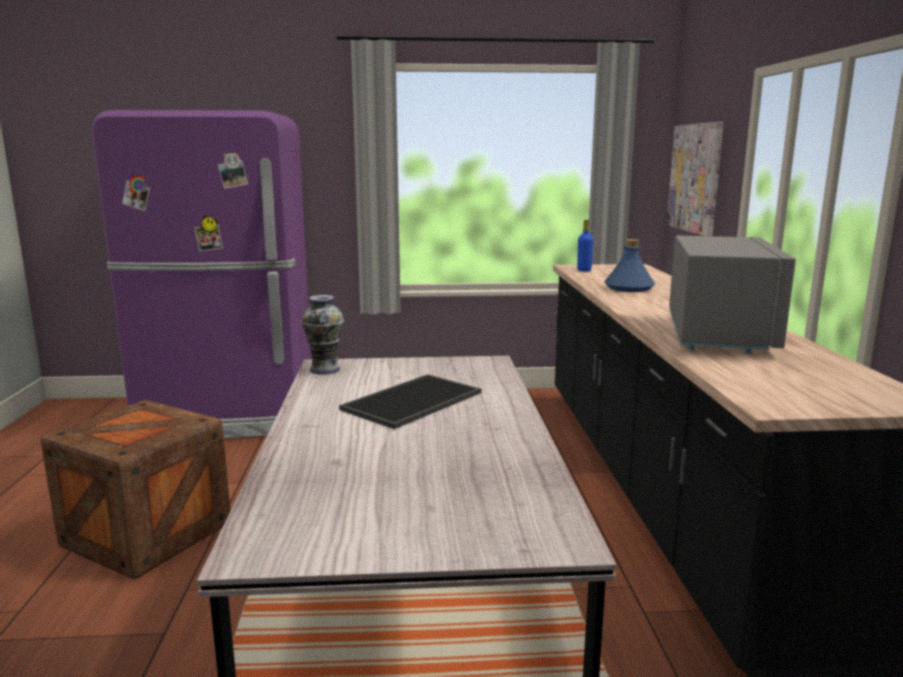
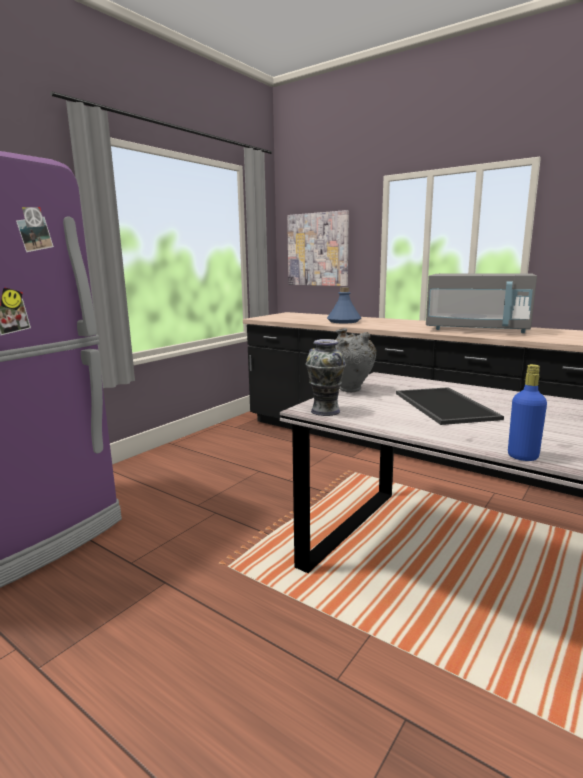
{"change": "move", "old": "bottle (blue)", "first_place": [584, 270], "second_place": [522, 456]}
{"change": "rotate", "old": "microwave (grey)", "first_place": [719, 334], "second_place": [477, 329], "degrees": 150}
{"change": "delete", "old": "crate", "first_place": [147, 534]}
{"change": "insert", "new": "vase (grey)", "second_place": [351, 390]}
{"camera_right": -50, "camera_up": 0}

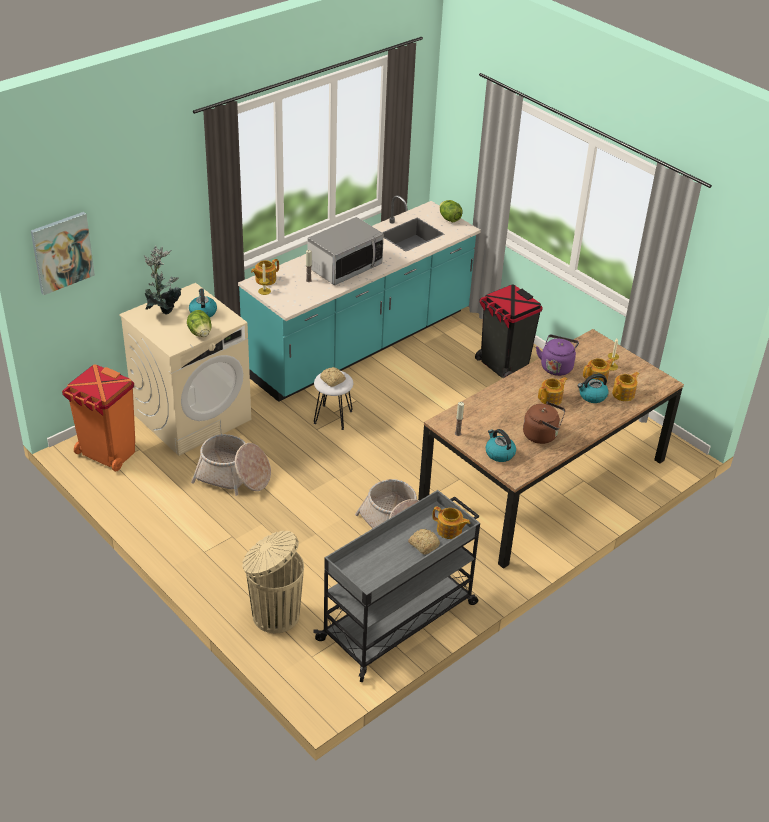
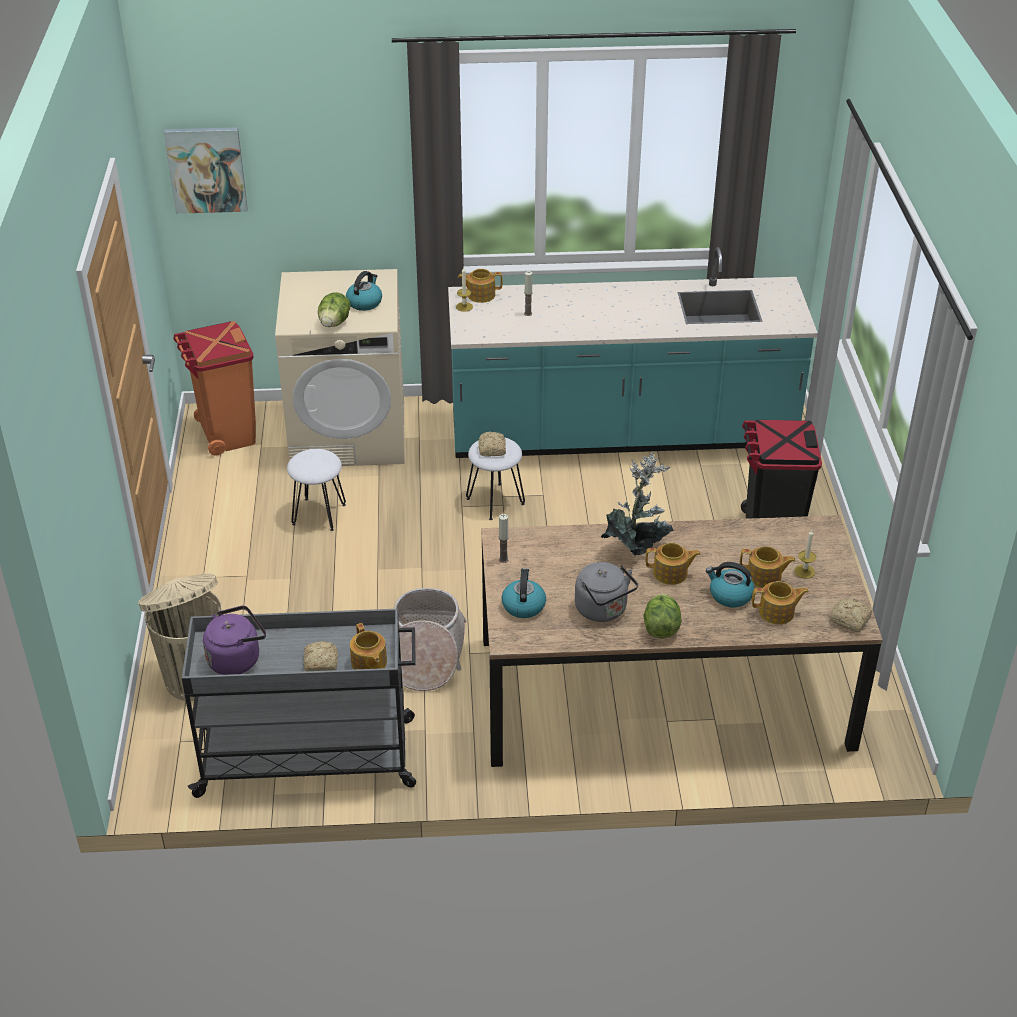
{"change": "move", "old": "lettuce", "first_place": [449, 219], "second_place": [661, 628]}
{"change": "delete", "old": "microwave", "first_place": [344, 267]}
{"change": "move", "old": "potted plant", "first_place": [163, 310], "second_place": [636, 546]}
{"change": "move", "old": "kettle (purple)", "first_place": [556, 366], "second_place": [237, 659]}
{"change": "recolor", "old": "kettle (brown)", "new": "kettle (grey)", "first_place": [542, 435], "second_place": [603, 610]}
{"change": "replace", "old": "basket", "new": "stool (white)", "first_place": [233, 476], "second_place": [318, 514]}
{"change": "insert", "new": "bread", "second_place": [850, 621]}
{"camera_right": 40, "camera_up": 0}

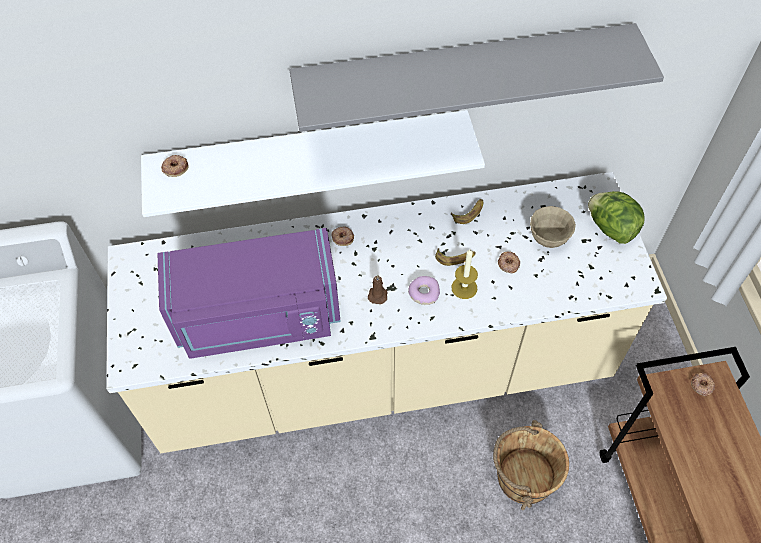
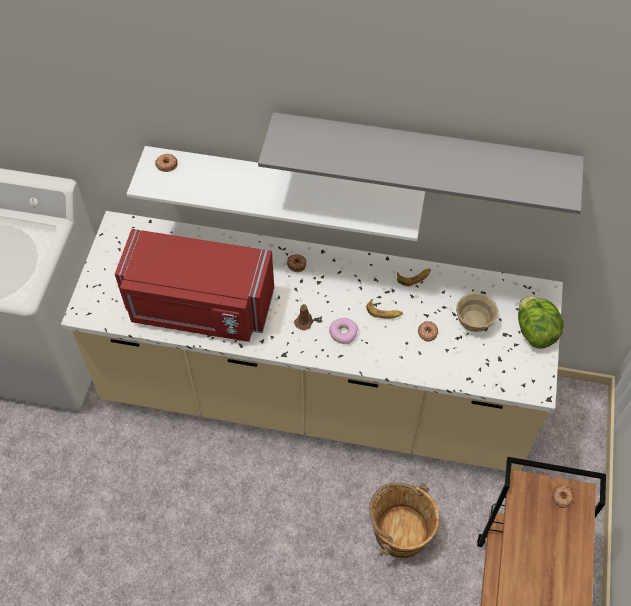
{"change": "recolor", "old": "microwave (purple)", "new": "microwave (red)", "first_place": [258, 318], "second_place": [199, 308]}
{"change": "delete", "old": "candle", "first_place": [464, 288]}
{"camera_right": 20, "camera_up": 0}

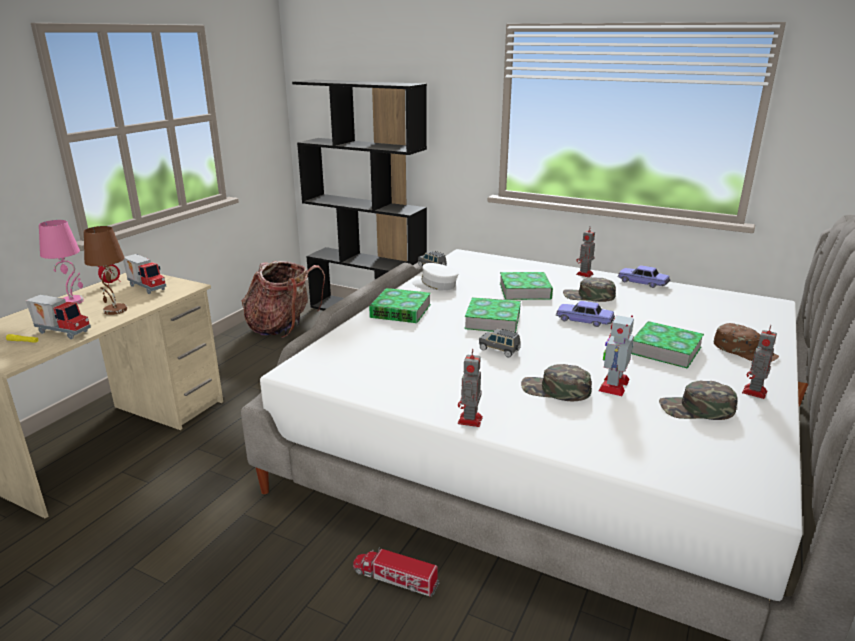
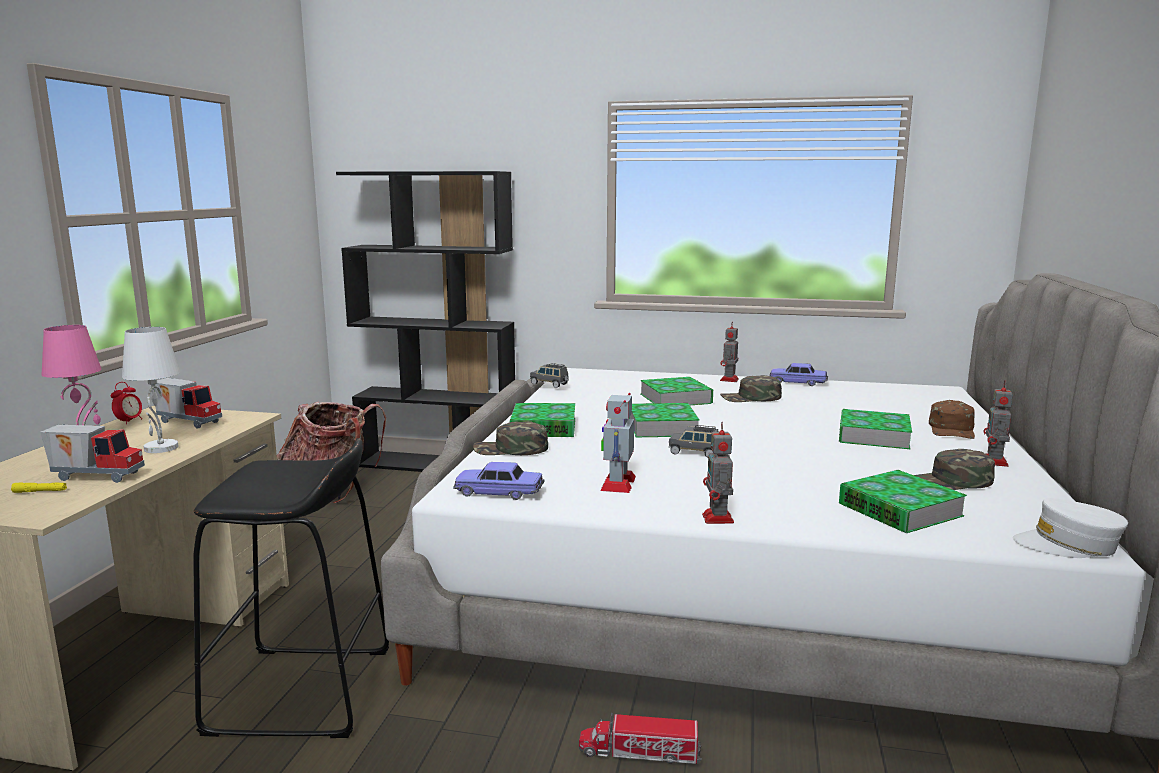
{"change": "recolor", "old": "table lamp (brown)", "new": "table lamp (white)", "first_place": [115, 310], "second_place": [161, 448]}
{"change": "move", "old": "cap (white)", "first_place": [435, 285], "second_place": [1068, 545]}
{"change": "move", "old": "toy car", "first_place": [584, 320], "second_place": [499, 492]}
{"change": "move", "old": "toy robot", "first_place": [613, 385], "second_place": [618, 483]}
{"change": "rotate", "old": "cap (brown)", "first_place": [744, 350], "second_place": [952, 429], "degrees": 75}
{"change": "move", "old": "cap (green)", "first_place": [555, 390], "second_place": [510, 449]}
{"change": "insert", "new": "stool (black)", "second_place": [301, 691]}
{"change": "insert", "new": "book", "second_place": [900, 510]}
{"camera_right": -15, "camera_up": -10}

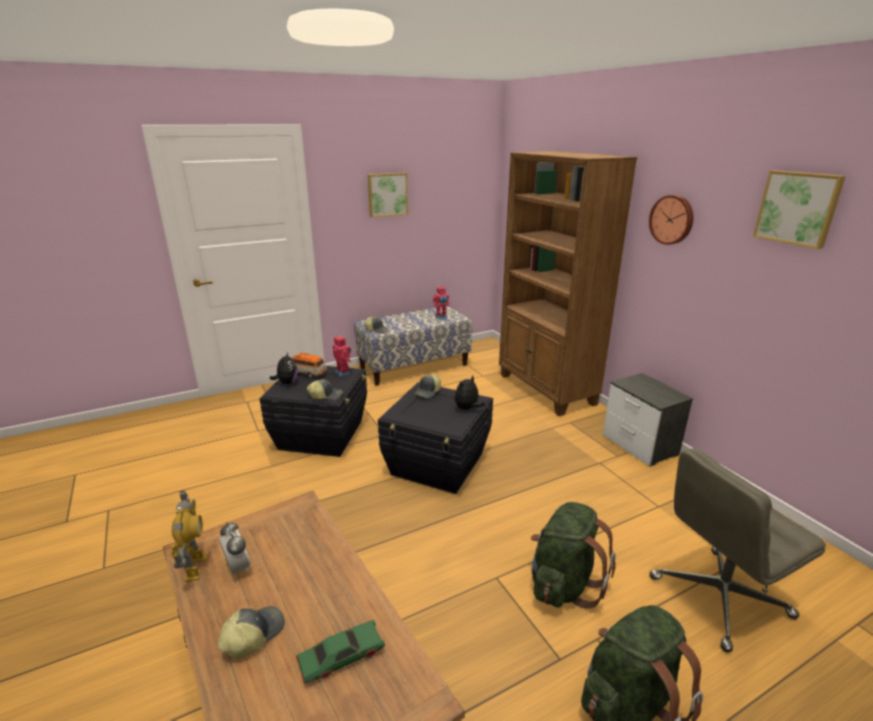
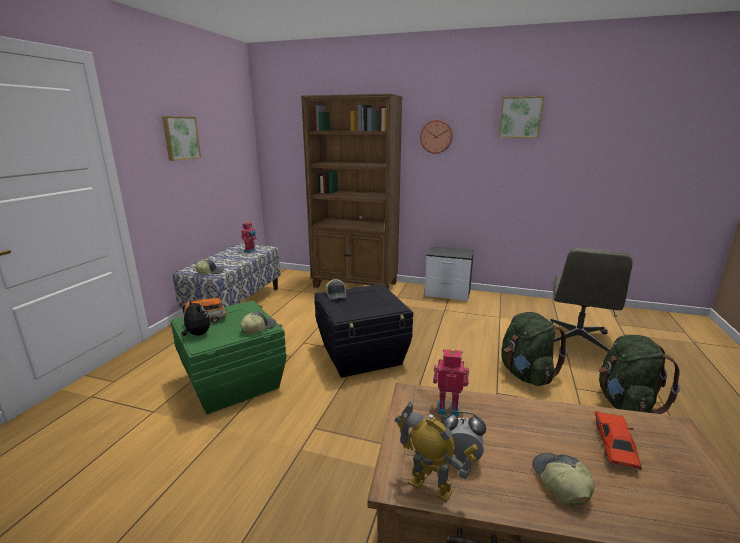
{"change": "move", "old": "toy robot", "first_place": [343, 373], "second_place": [448, 408]}
{"change": "recolor", "old": "storage box (black)", "new": "storage box (green)", "first_place": [322, 435], "second_place": [234, 382]}
{"change": "delete", "old": "plush toy", "first_place": [467, 408]}
{"change": "recolor", "old": "toy car (green)", "new": "toy car (red)", "first_place": [341, 657], "second_place": [614, 445]}
{"camera_right": -45, "camera_up": -5}

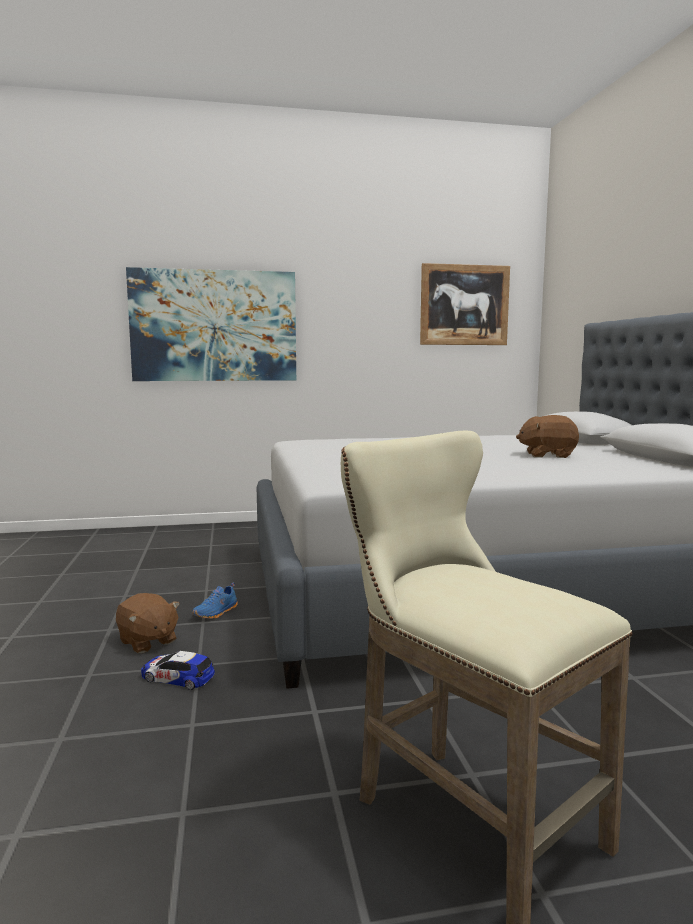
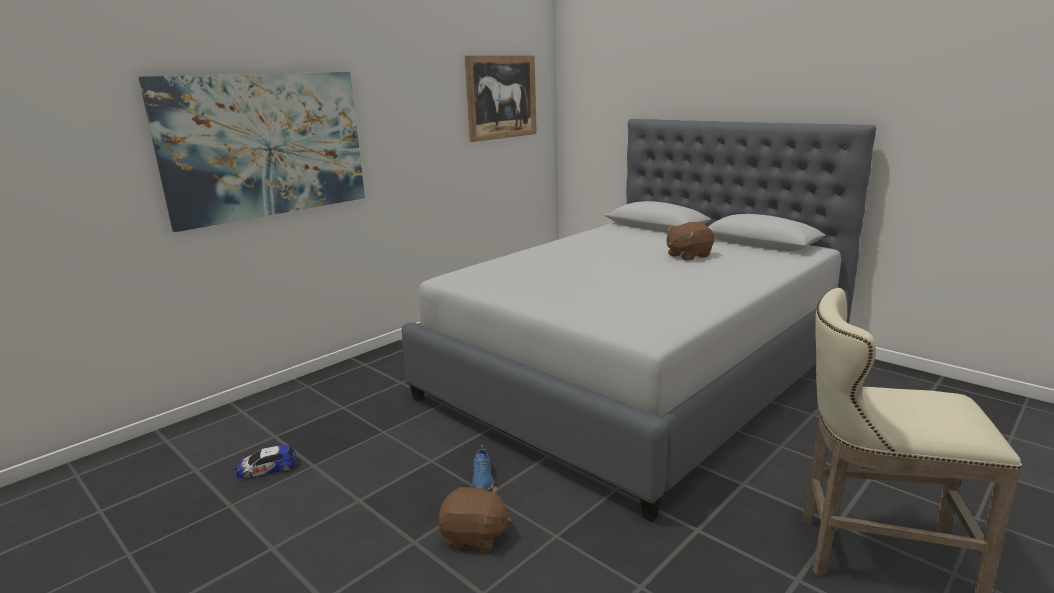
{"change": "move", "old": "toy car", "first_place": [177, 677], "second_place": [266, 468]}
{"camera_right": -35, "camera_up": 10}

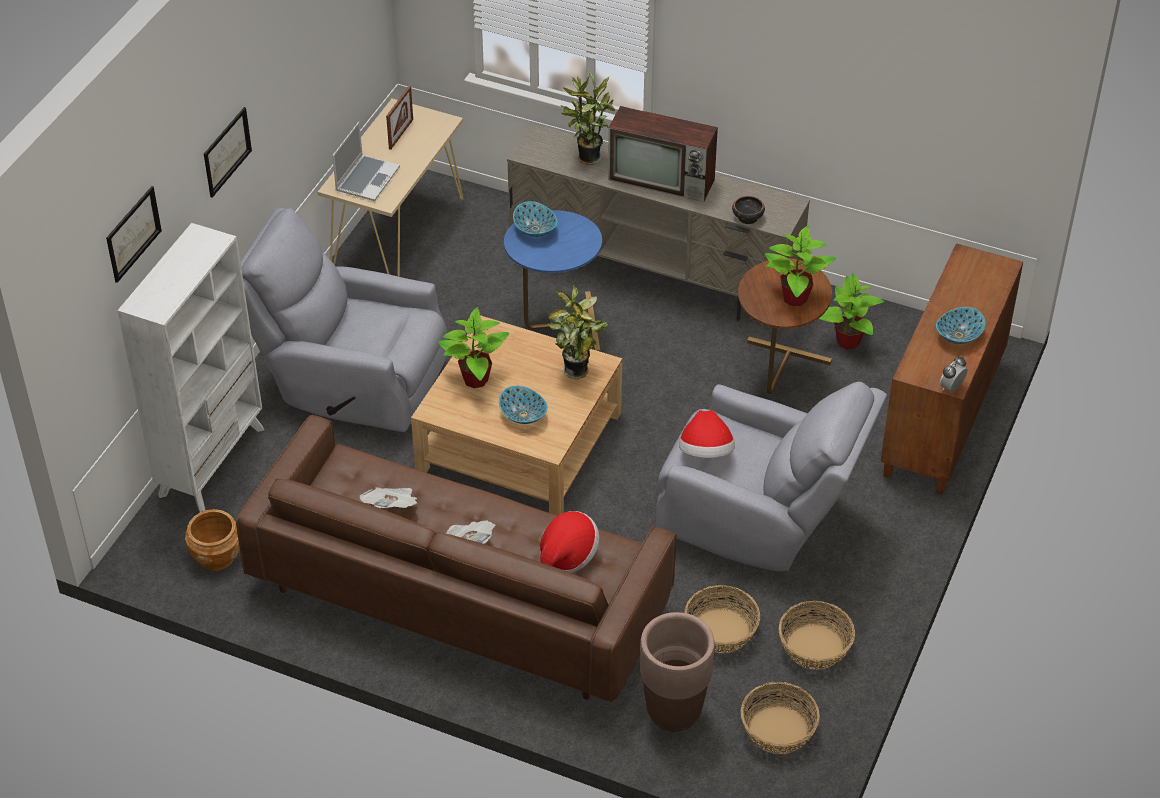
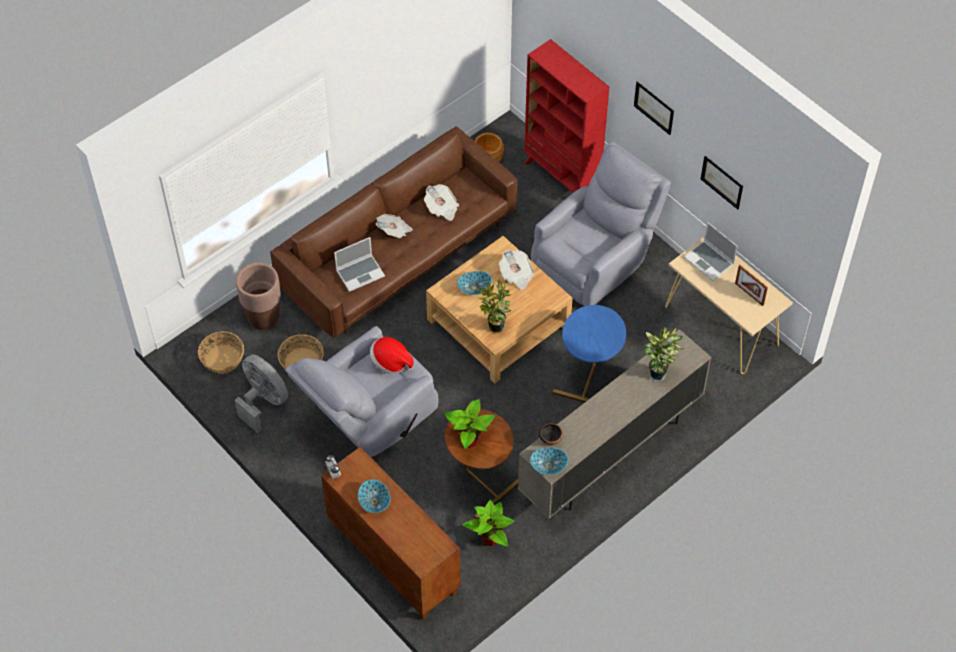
{"change": "delete", "old": "television", "first_place": [663, 180]}
{"change": "move", "old": "picture", "first_place": [133, 233], "second_place": [722, 182]}
{"change": "move", "old": "bowl", "first_place": [535, 229], "second_place": [548, 465]}
{"change": "recolor", "old": "bookcase (white)", "new": "bookcase (red)", "first_place": [212, 461], "second_place": [561, 177]}
{"change": "replace", "old": "potted plant", "new": "newspaper", "first_place": [475, 380], "second_place": [516, 275]}
{"change": "replace", "old": "hat", "new": "laptop", "first_place": [567, 555], "second_place": [360, 273]}
{"change": "replace", "old": "basket", "new": "fan (grey)", "first_place": [815, 647], "second_place": [263, 401]}
{"camera_right": 115, "camera_up": 10}

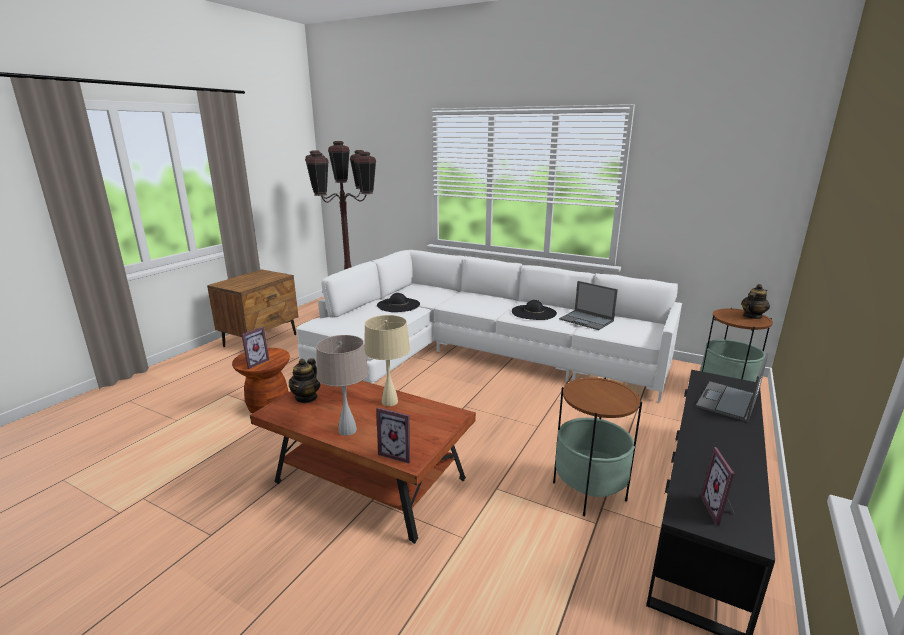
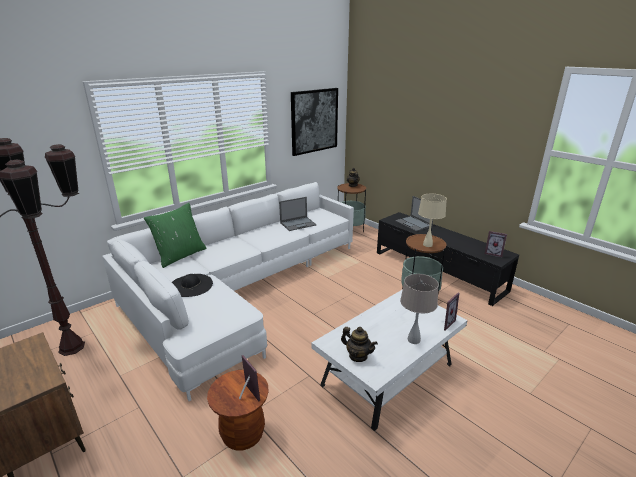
{"change": "delete", "old": "hat (black)", "first_place": [533, 312]}
{"change": "move", "old": "table lamp (beige)", "first_place": [390, 402], "second_place": [427, 245]}
{"change": "recolor", "old": "coffee table (brown)", "new": "coffee table (white)", "first_place": [369, 482], "second_place": [387, 376]}
{"change": "insert", "new": "picture", "second_place": [314, 121]}
{"change": "insert", "new": "pillow (green)", "second_place": [180, 255]}
{"camera_right": -70, "camera_up": 5}

